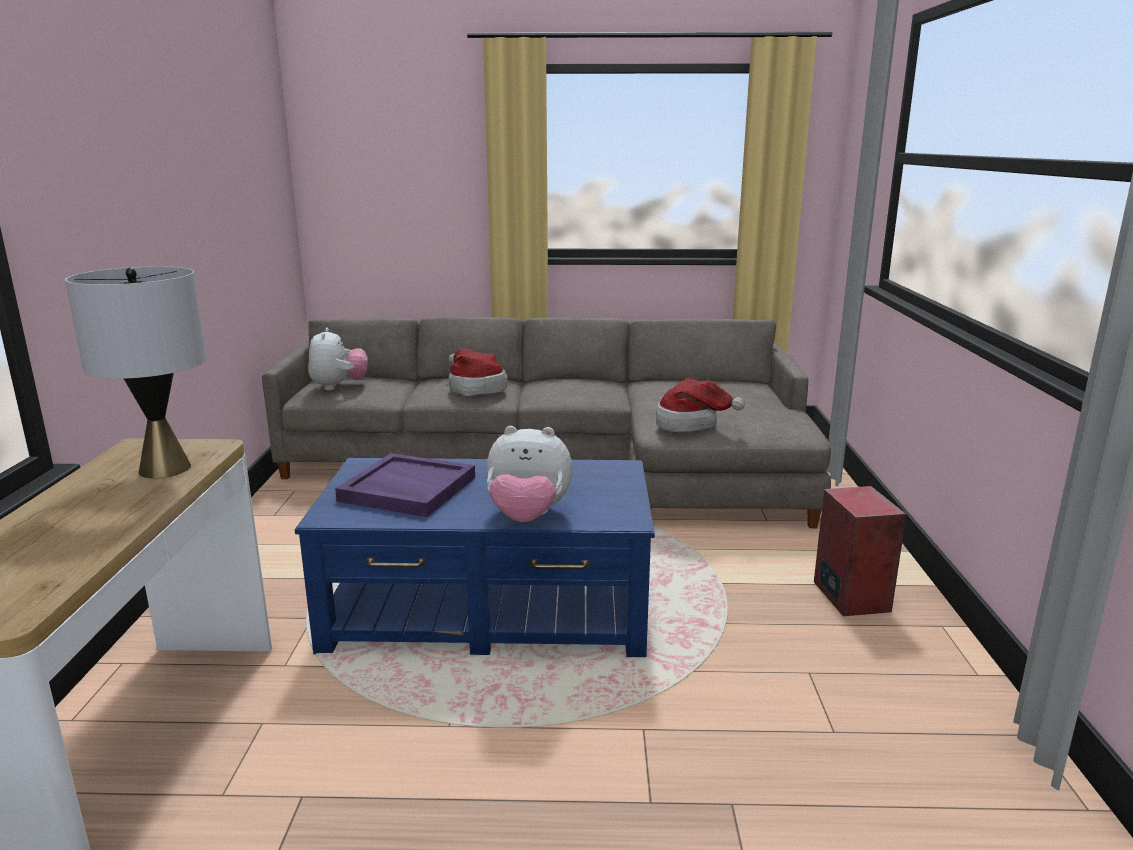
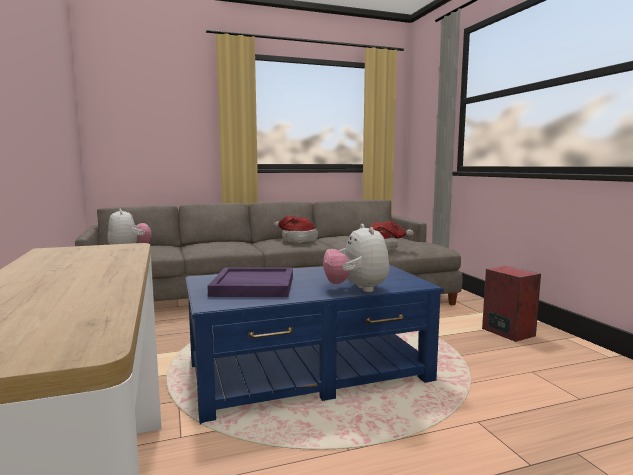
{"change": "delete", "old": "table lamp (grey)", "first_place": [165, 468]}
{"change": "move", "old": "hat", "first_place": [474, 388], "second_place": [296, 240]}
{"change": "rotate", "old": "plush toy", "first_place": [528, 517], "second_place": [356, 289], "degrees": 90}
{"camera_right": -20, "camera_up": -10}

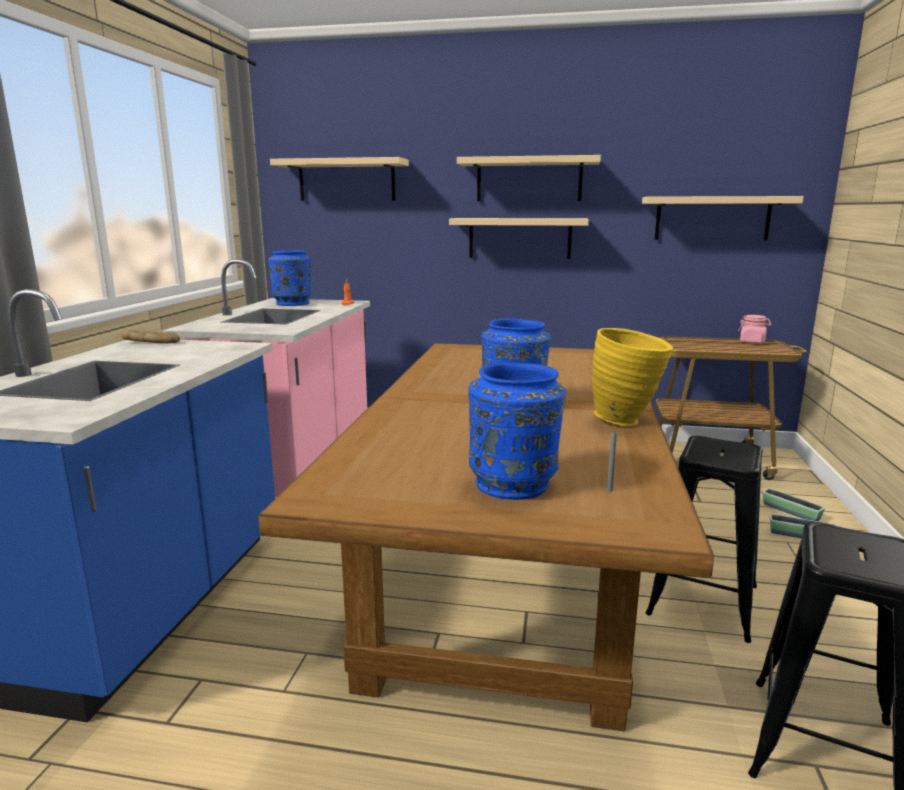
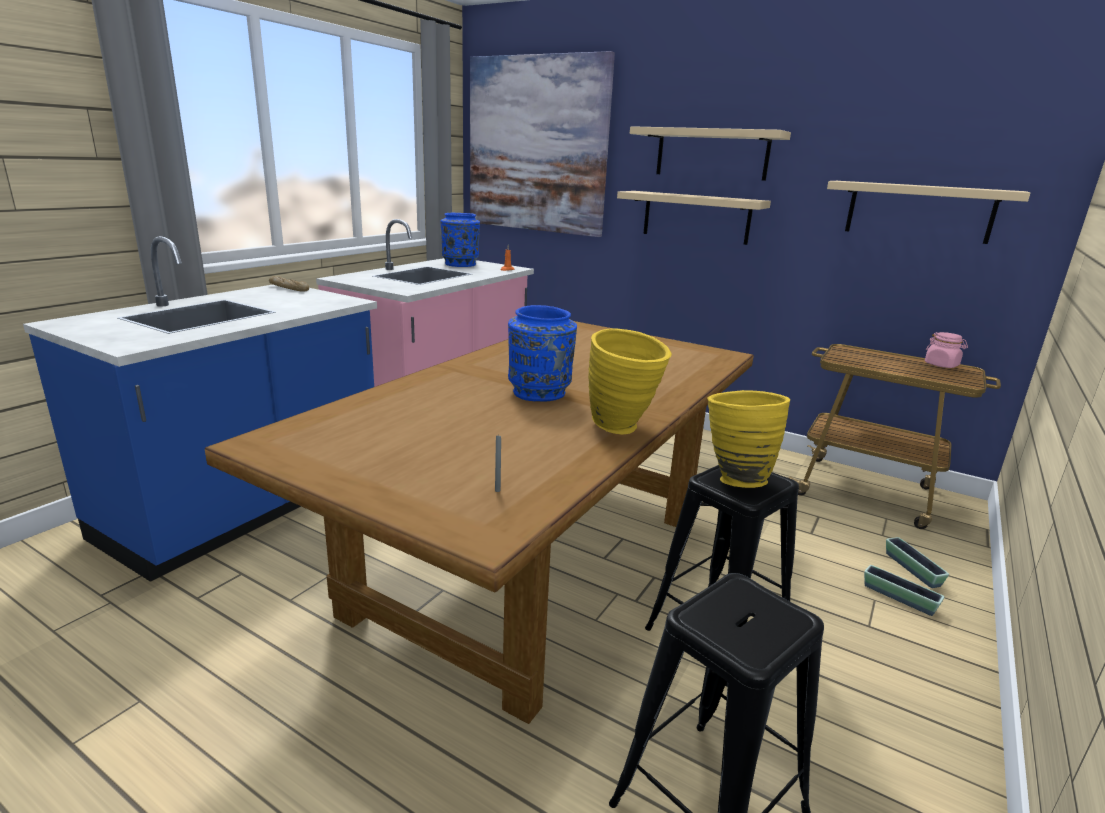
{"change": "replace", "old": "shelf (beige)", "new": "picture", "first_place": [347, 180], "second_place": [537, 146]}
{"change": "delete", "old": "vase (blue)", "first_place": [514, 484]}
{"change": "insert", "new": "vase (yellow)", "second_place": [734, 478]}
{"camera_right": 20, "camera_up": 5}

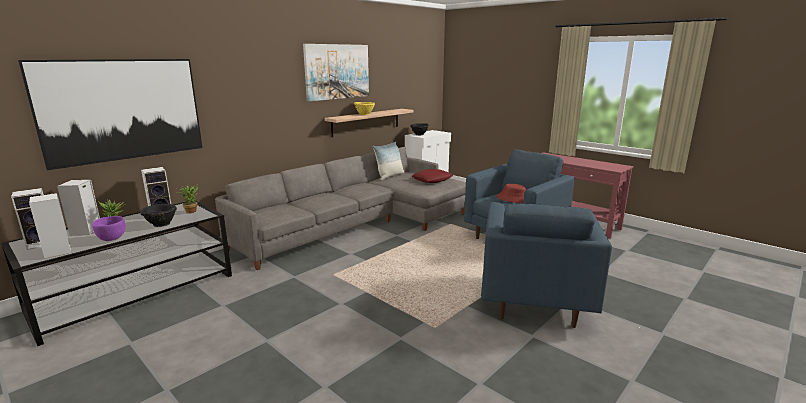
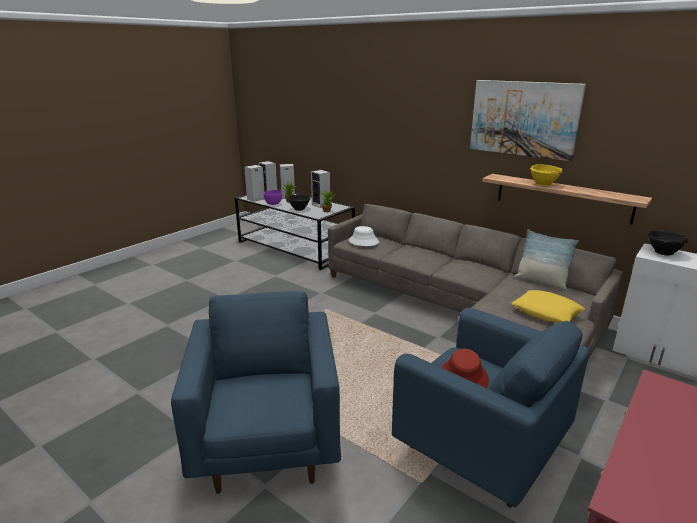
{"change": "delete", "old": "picture", "first_place": [123, 110]}
{"change": "recolor", "old": "pillow (red)", "new": "pillow (yellow)", "first_place": [432, 179], "second_place": [546, 312]}
{"change": "rotate", "old": "armchair (blue)", "first_place": [534, 300], "second_place": [267, 445], "degrees": 75}
{"change": "insert", "new": "hat (white)", "second_place": [363, 241]}
{"camera_right": 85, "camera_up": 5}

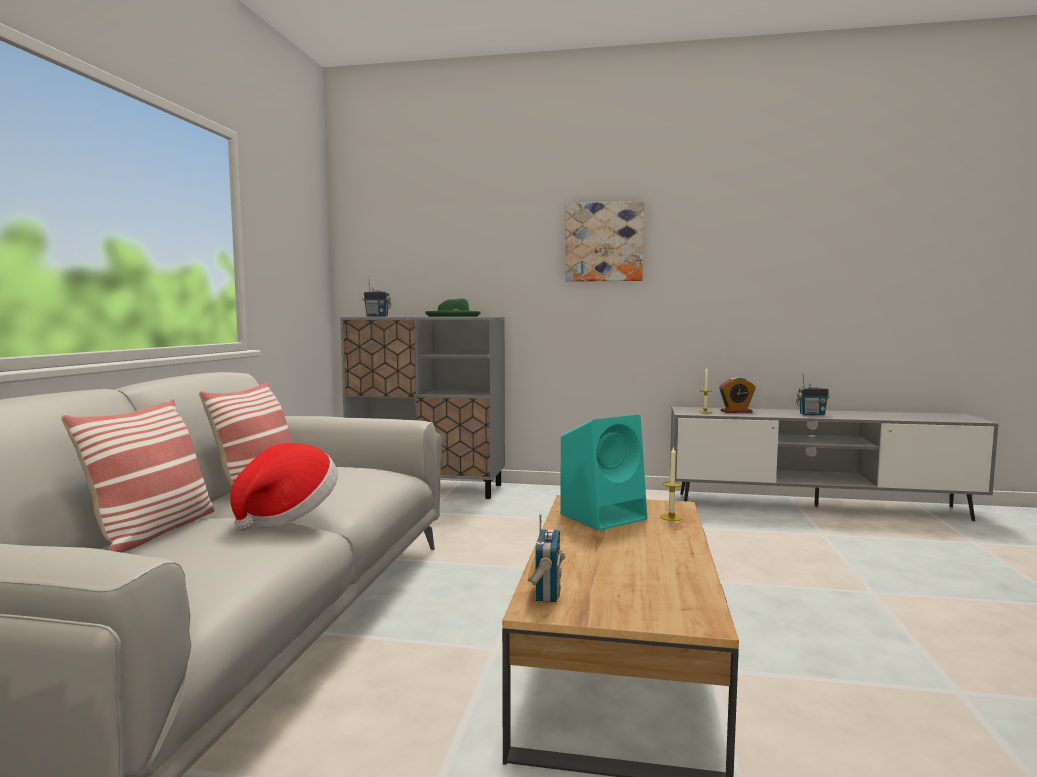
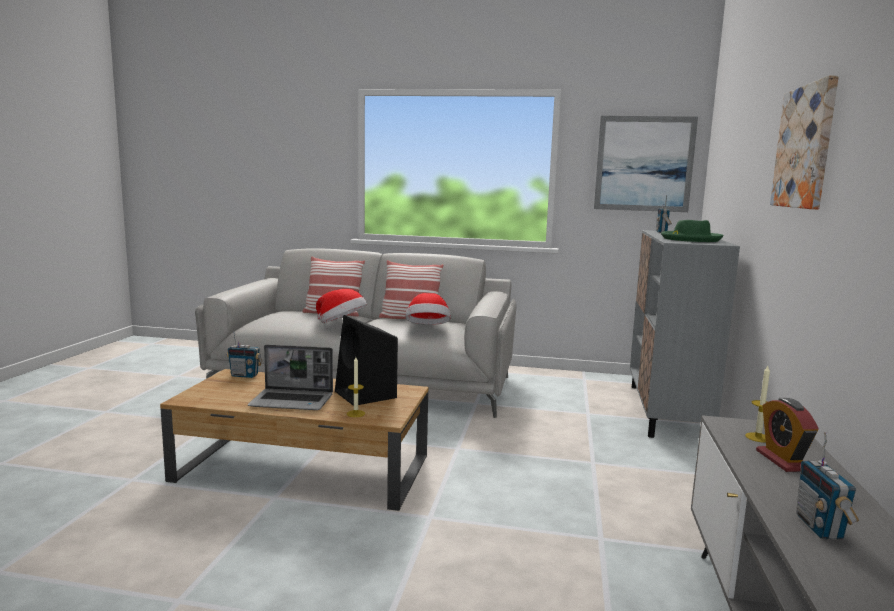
{"change": "recolor", "old": "speaker (turquoise)", "new": "speaker (black)", "first_place": [604, 516], "second_place": [366, 395]}
{"change": "insert", "new": "picture", "second_place": [644, 164]}
{"change": "insert", "new": "hat", "second_place": [428, 328]}
{"change": "insert", "new": "laptop", "second_place": [293, 401]}
{"camera_right": 90, "camera_up": 5}

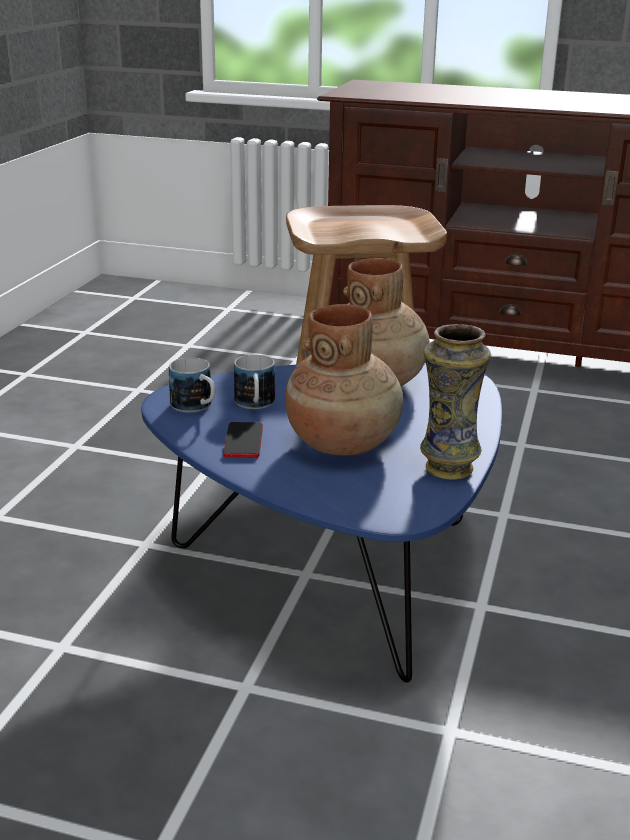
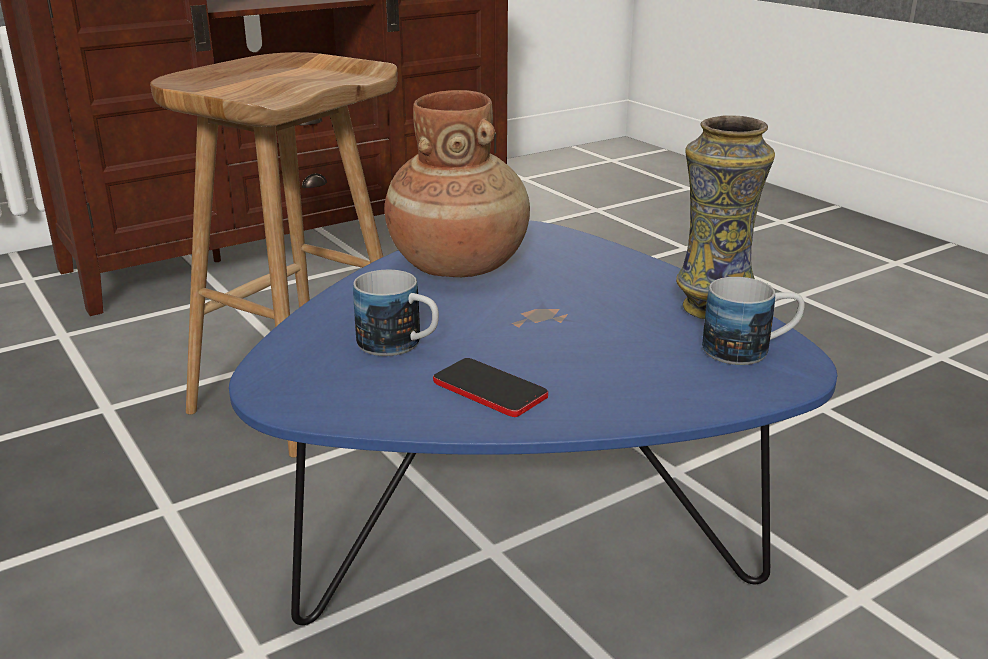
{"change": "delete", "old": "vase (brown)", "first_place": [343, 443]}
{"change": "move", "old": "mug", "first_place": [196, 407], "second_place": [749, 350]}
{"camera_right": -50, "camera_up": 0}

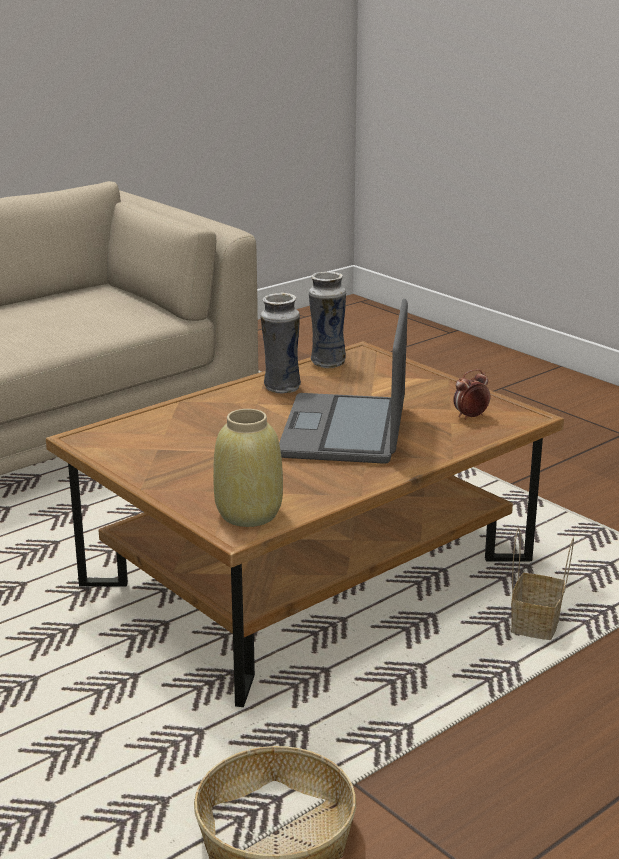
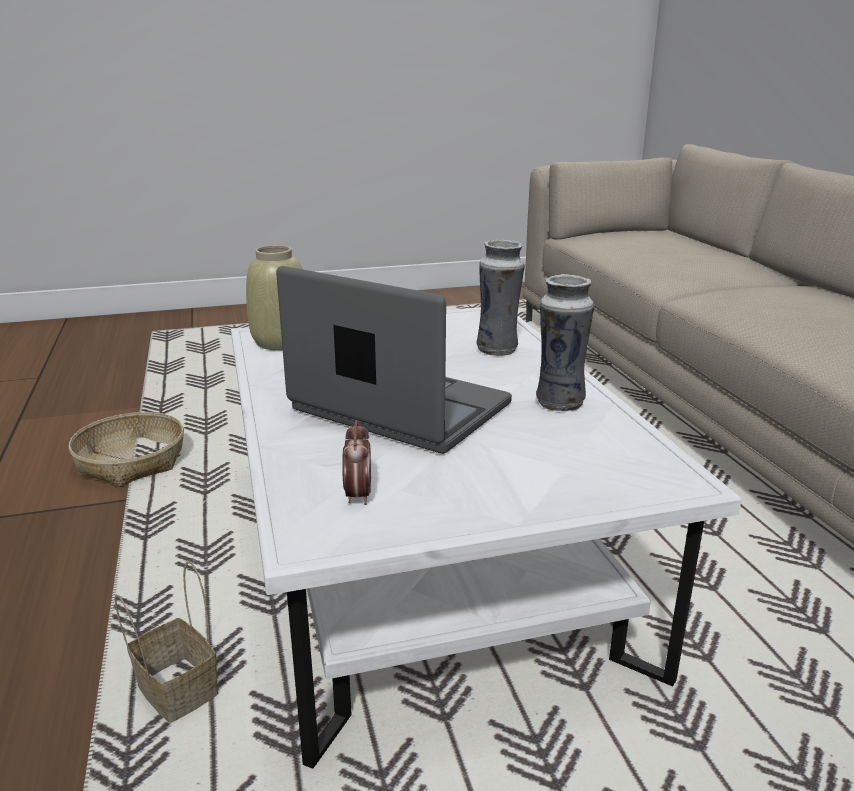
{"change": "move", "old": "vase", "first_place": [327, 362], "second_place": [498, 349]}
{"change": "recolor", "old": "coffee table (brown)", "new": "coffee table (white)", "first_place": [309, 574], "second_place": [426, 560]}
{"camera_right": 115, "camera_up": 0}

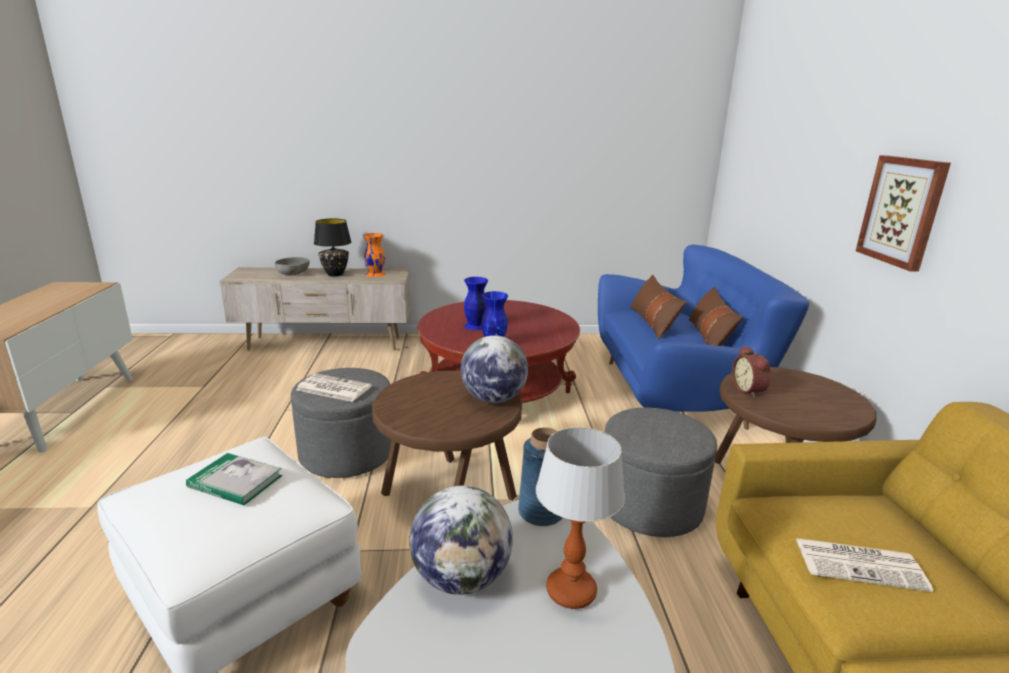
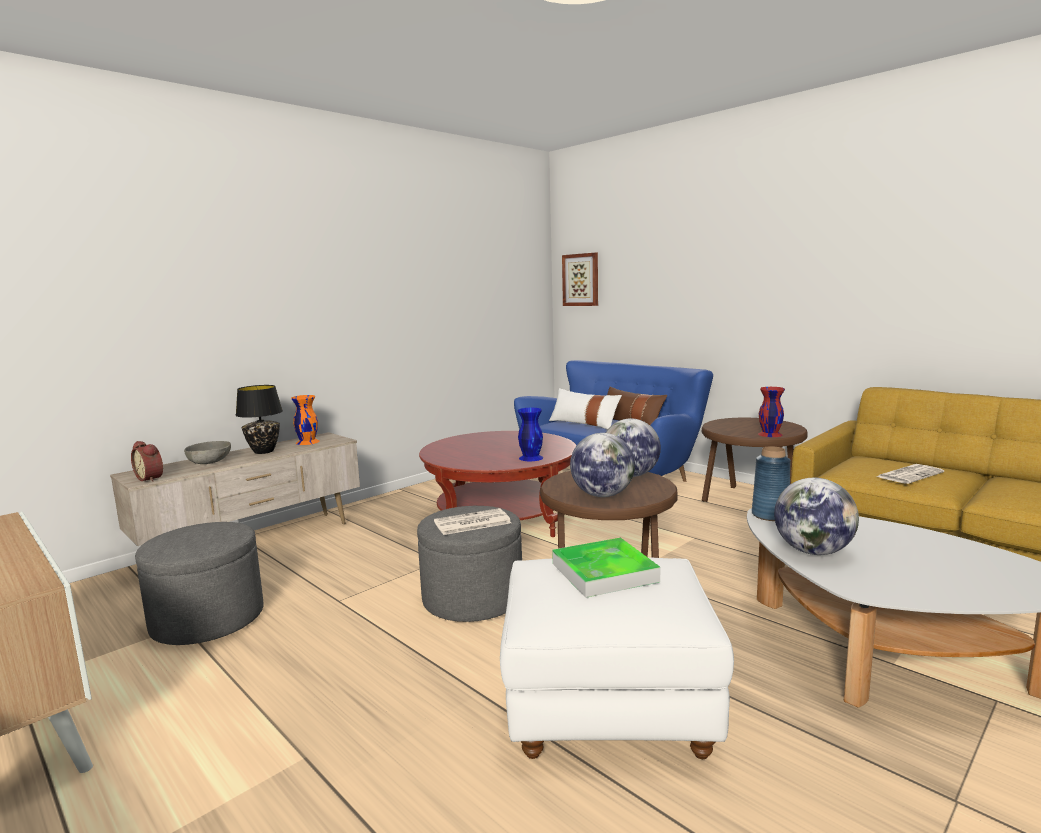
{"change": "move", "old": "picture", "first_place": [902, 211], "second_place": [581, 280]}
{"change": "recolor", "old": "pillow (brown)", "new": "pillow (white)", "first_place": [653, 322], "second_place": [584, 424]}
{"change": "delete", "old": "vase (blue)", "first_place": [475, 326]}
{"change": "move", "old": "alarm clock", "first_place": [749, 390], "second_place": [151, 478]}
{"change": "move", "old": "ottoman (grey)", "first_place": [650, 505], "second_place": [208, 619]}
{"change": "delete", "old": "table lamp", "first_place": [571, 591]}
{"change": "replace", "old": "book", "new": "tray", "first_place": [235, 482], "second_place": [604, 572]}
{"change": "insert", "new": "vase (red)", "second_place": [769, 434]}
{"change": "insert", "new": "globe", "second_place": [602, 495]}
{"camera_right": -40, "camera_up": -10}

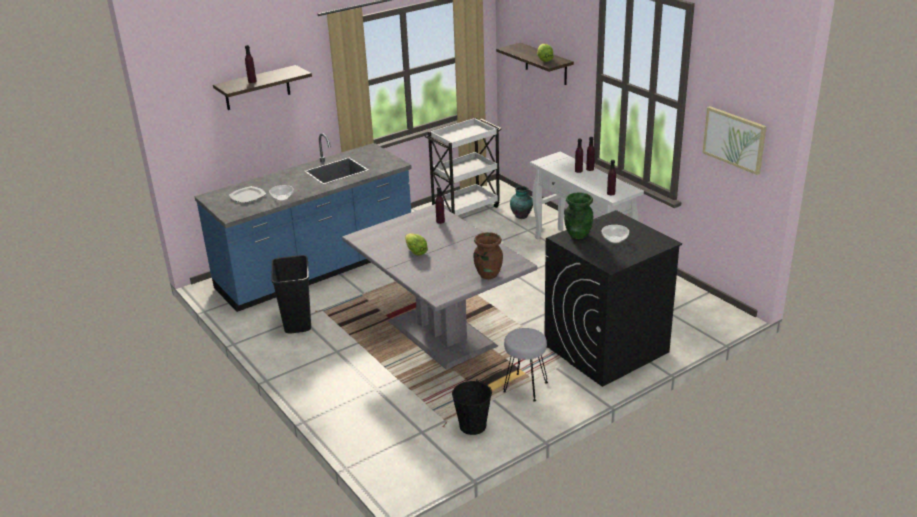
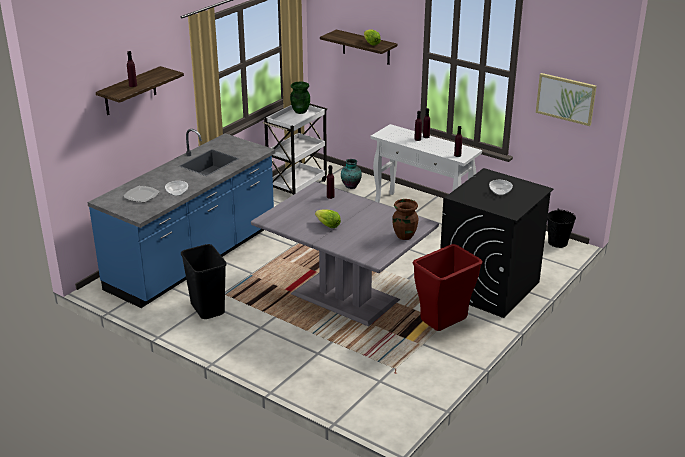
{"change": "move", "old": "vase (green)", "first_place": [578, 235], "second_place": [300, 111]}
{"change": "replace", "old": "stool (grey)", "new": "trash can (red)", "first_place": [525, 388], "second_place": [443, 330]}
{"change": "move", "old": "bucket (black)", "first_place": [472, 425], "second_place": [557, 242]}
{"camera_right": -20, "camera_up": 0}

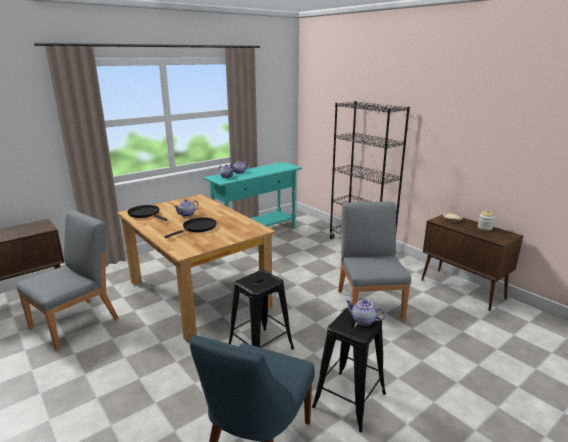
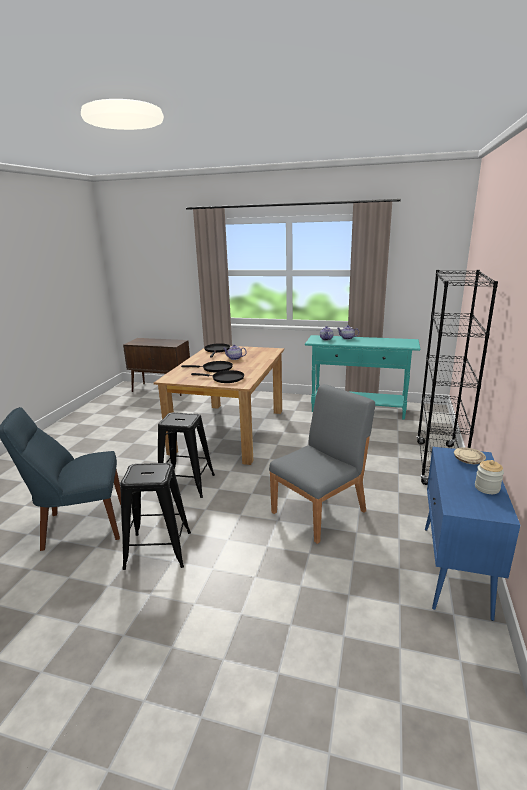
{"change": "delete", "old": "chair (grey)", "first_place": [76, 323]}
{"change": "recolor", "old": "cabinet (brown)", "new": "cabinet (blue)", "first_place": [463, 289], "second_place": [455, 570]}
{"change": "delete", "old": "teapot", "first_place": [363, 321]}
{"change": "insert", "new": "frying pan (black)", "second_place": [225, 378]}
{"camera_right": 55, "camera_up": 0}

